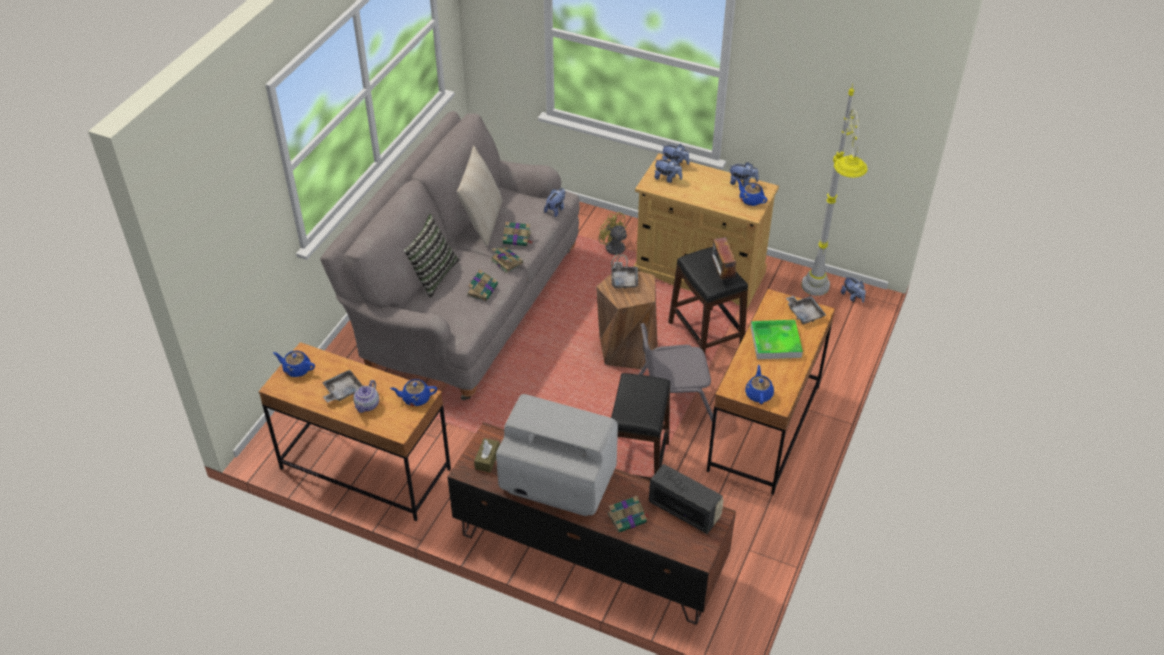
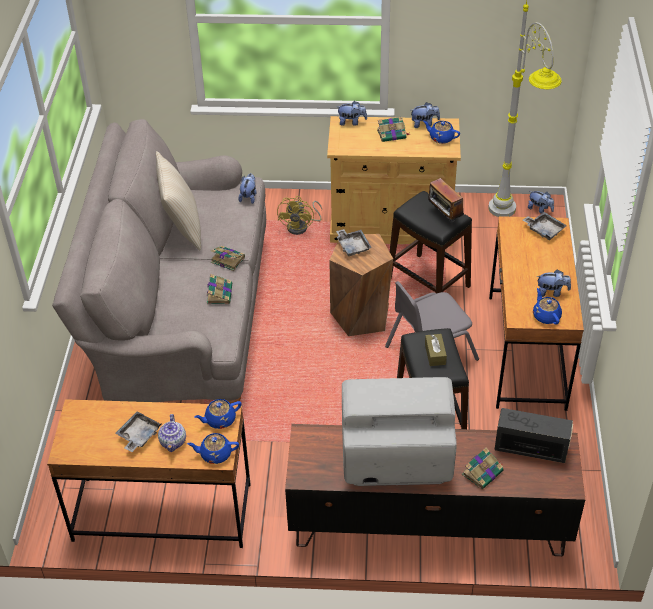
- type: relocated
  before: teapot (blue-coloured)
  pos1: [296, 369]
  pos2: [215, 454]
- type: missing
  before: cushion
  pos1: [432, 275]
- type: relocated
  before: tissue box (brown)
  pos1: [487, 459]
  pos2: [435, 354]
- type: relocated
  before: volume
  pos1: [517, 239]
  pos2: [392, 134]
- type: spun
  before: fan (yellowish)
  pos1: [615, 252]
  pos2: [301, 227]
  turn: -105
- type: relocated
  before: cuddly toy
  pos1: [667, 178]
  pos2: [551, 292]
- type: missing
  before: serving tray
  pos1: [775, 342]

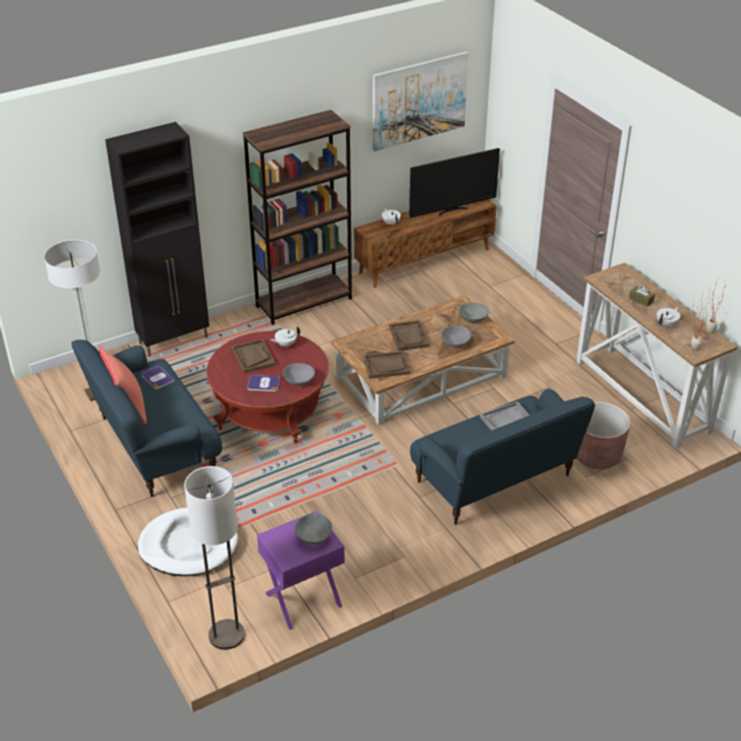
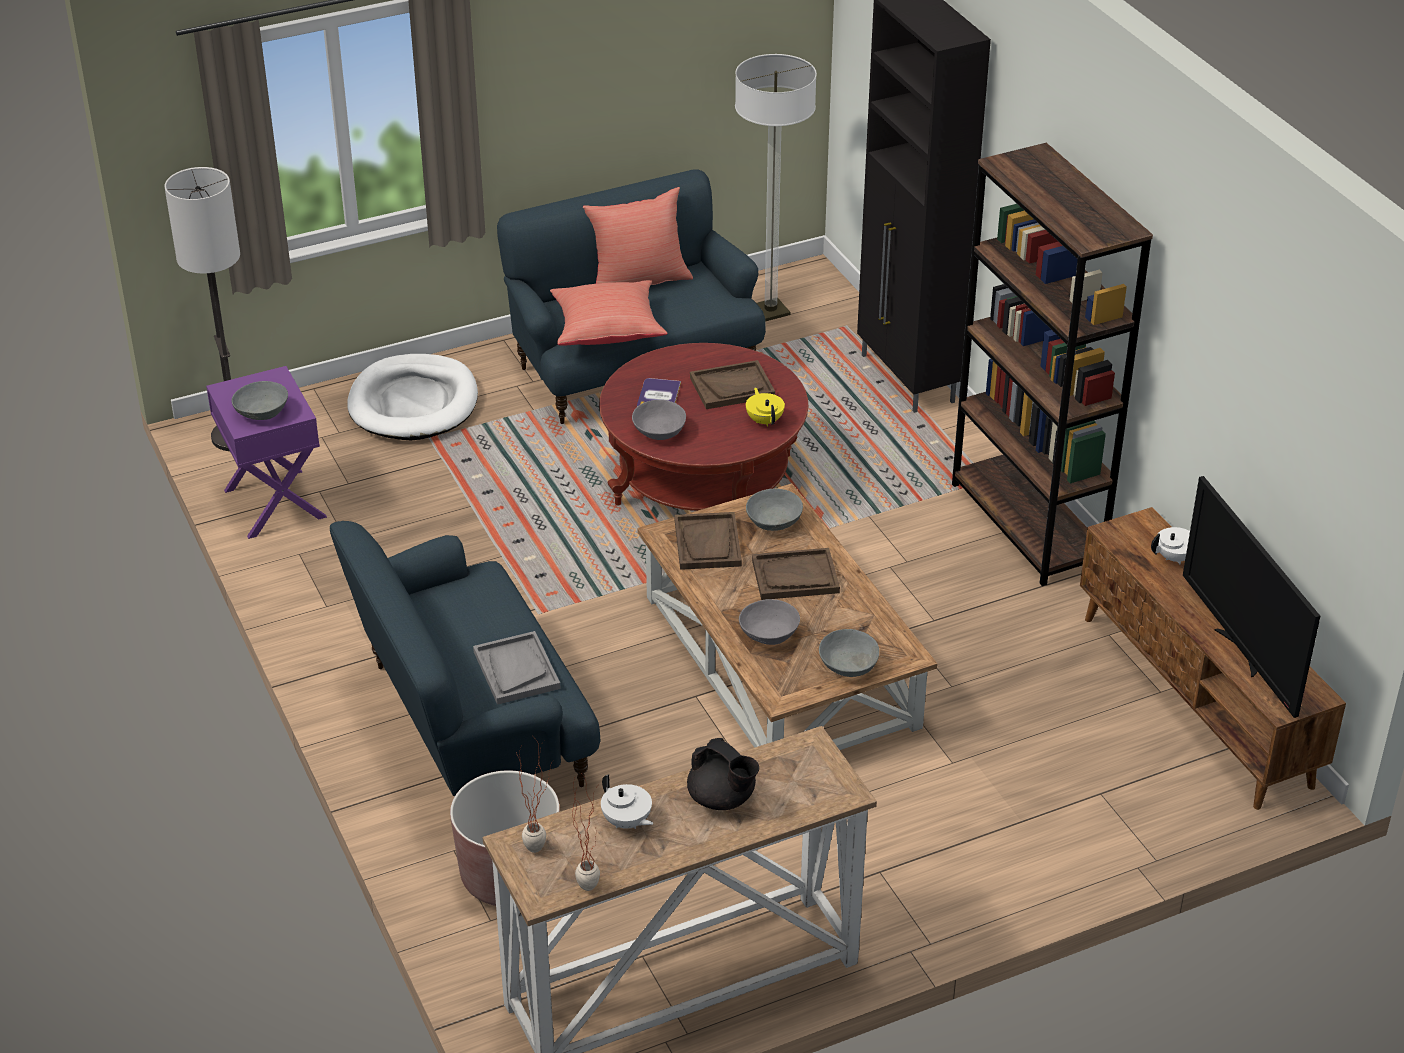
- type: missing
  before: volume
  pos1: [157, 378]
- type: colour
  before: teapot (white)
  after: teapot (yellowish)
  pos1: [285, 344]
  pos2: [764, 420]
- type: missing
  before: picture
  pos1: [419, 100]
- type: exchanged
  before: tissue box (brown)
  after: teapot (black-coloured)
  pos1: [641, 300]
  pos2: [722, 798]
- type: appeared
  after: cushion (reddish)
  pos2: [607, 330]
- type: appeared
  after: deep dish (greyish)
  pos2: [773, 522]

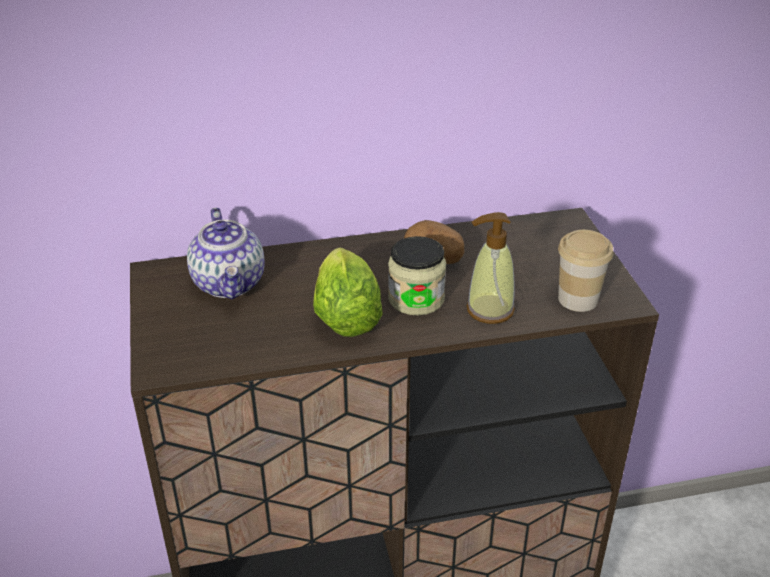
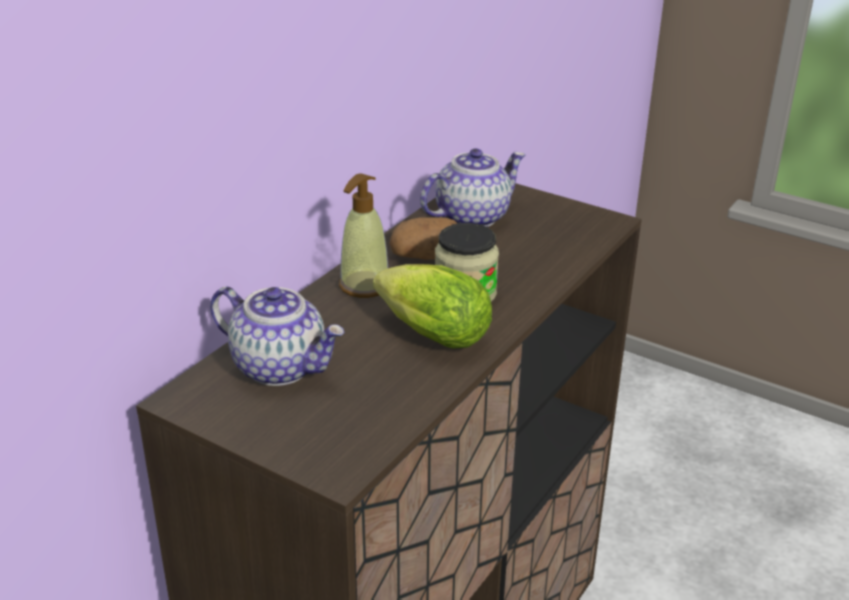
- type: relocated
  before: soap dispenser
  pos1: [489, 310]
  pos2: [364, 285]
- type: missing
  before: drinking cup
  pos1: [578, 299]
- type: appeared
  after: teapot
  pos2: [472, 216]

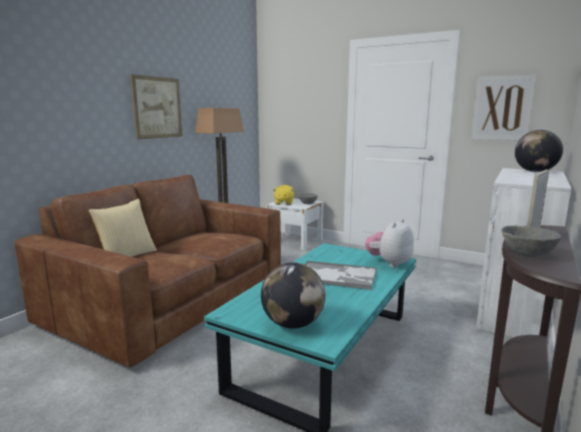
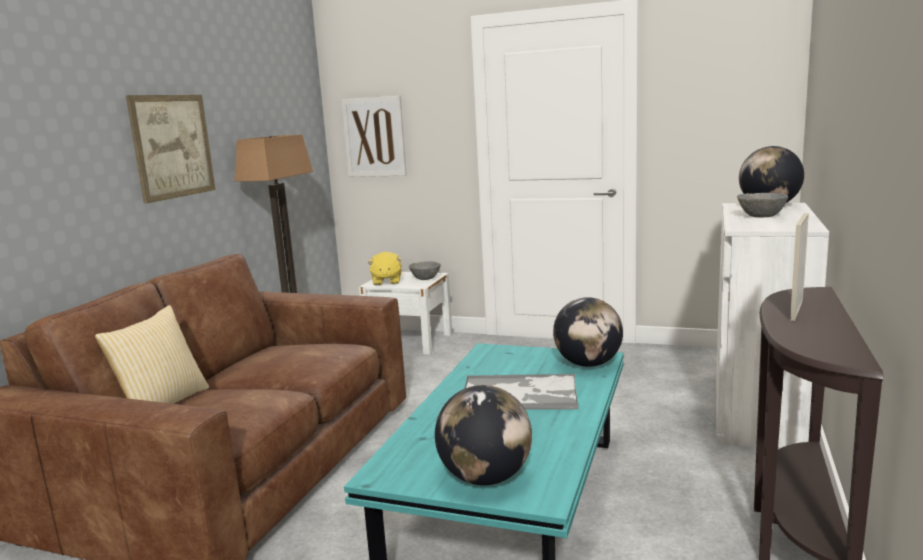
- type: exchanged
  before: cuddly toy
  after: world globe
  pos1: [389, 263]
  pos2: [588, 364]
- type: relocated
  before: picture
  pos1: [502, 108]
  pos2: [374, 137]
- type: relocated
  before: deep dish (greyish)
  pos1: [527, 254]
  pos2: [761, 216]

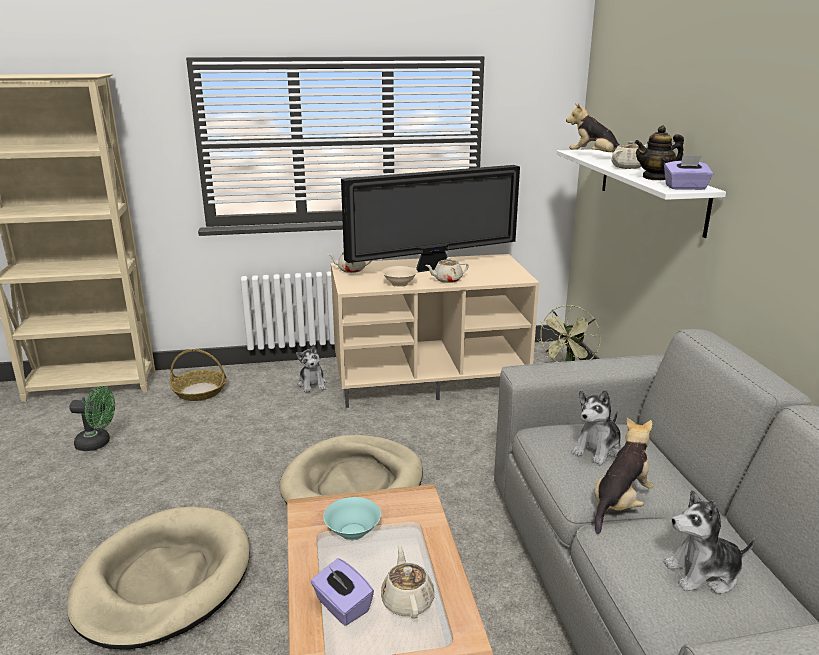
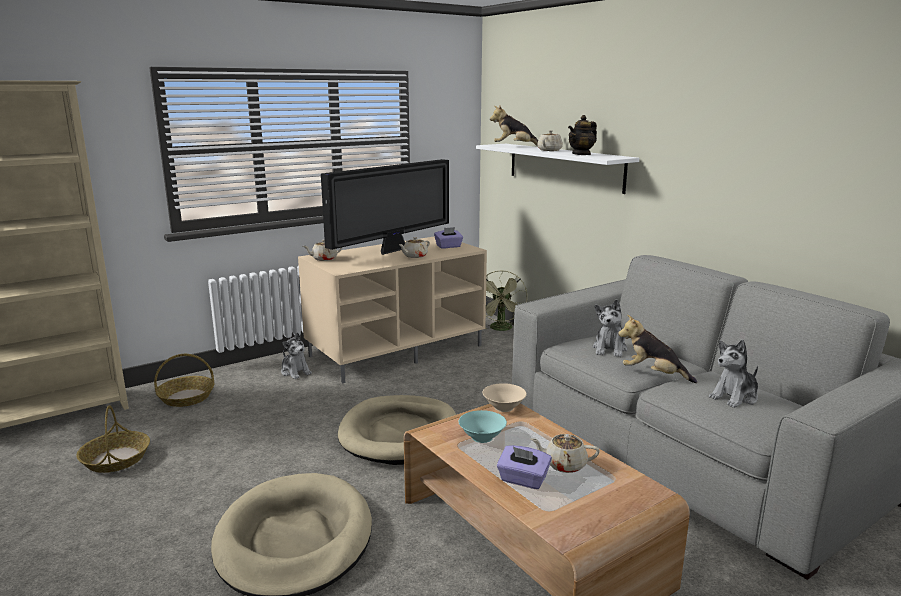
- type: exchanged
  before: fan (green-coloured)
  after: household basket
  pos1: [98, 443]
  pos2: [115, 459]
- type: spun
  before: teapot (beige)
  pos1: [407, 601]
  pos2: [564, 465]
  turn: -45
- type: relocated
  before: deep dish (beige)
  pos1: [399, 284]
  pos2: [504, 407]
- type: spun
  before: cuddly toy
  pos1: [619, 504]
  pos2: [653, 374]
  turn: -75
- type: relocated
  before: tissue box (purple)
  pos1: [685, 188]
  pos2: [448, 246]

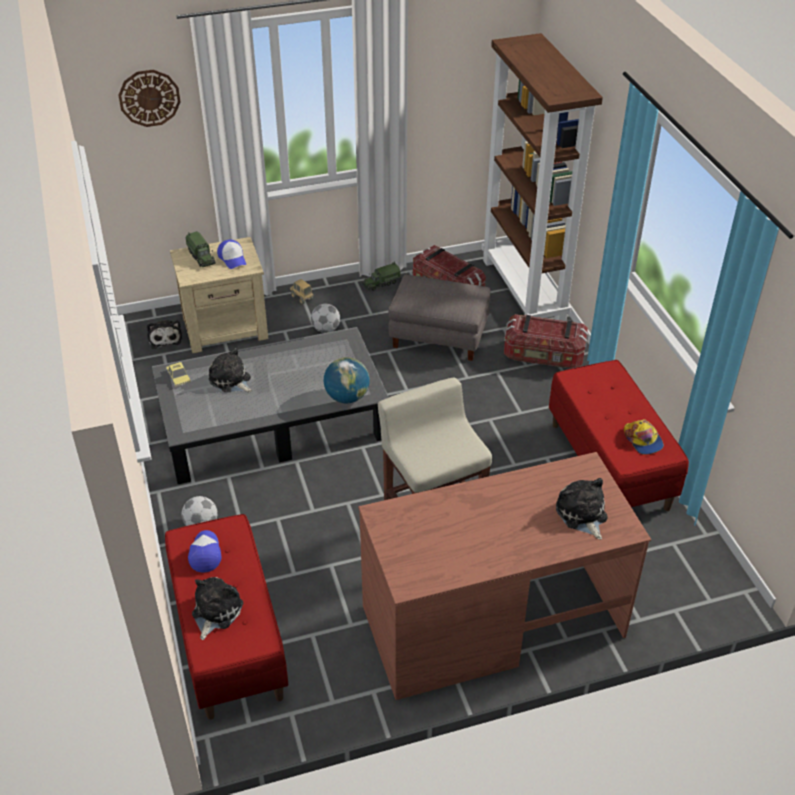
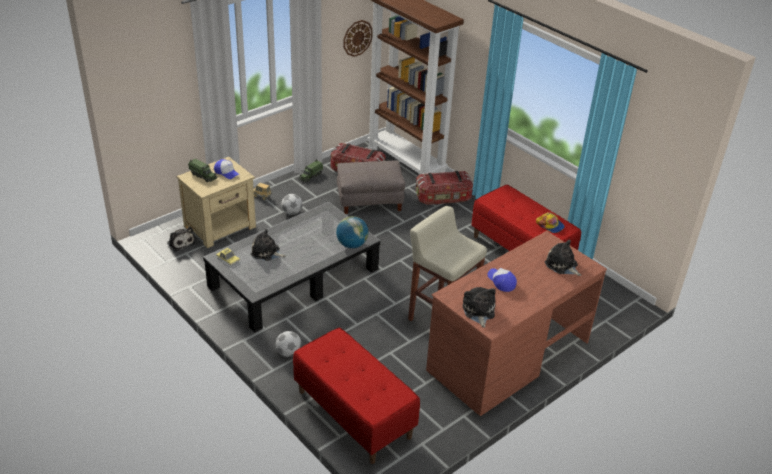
- type: relocated
  before: wall clock
  pos1: [149, 98]
  pos2: [357, 38]
- type: relocated
  before: cap
  pos1: [205, 553]
  pos2: [501, 281]
- type: relocated
  before: cuddly toy
  pos1: [215, 612]
  pos2: [478, 311]

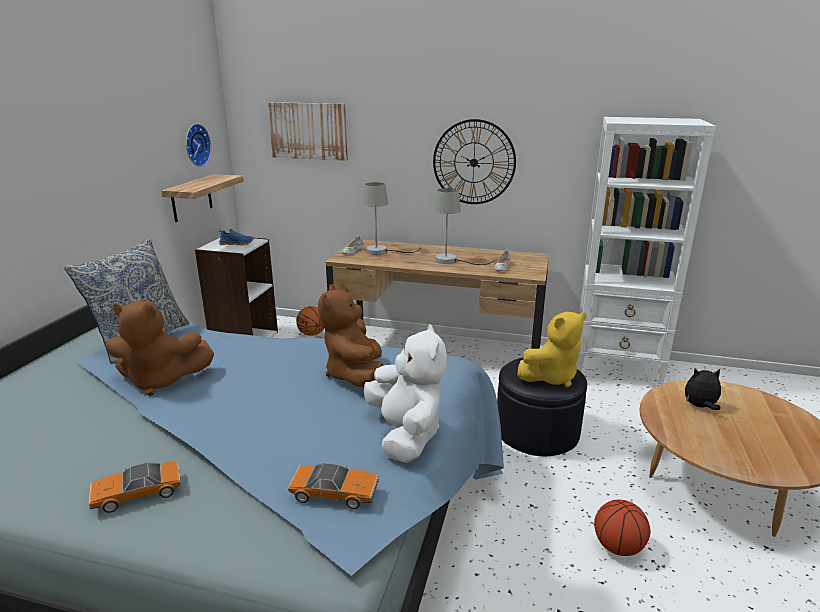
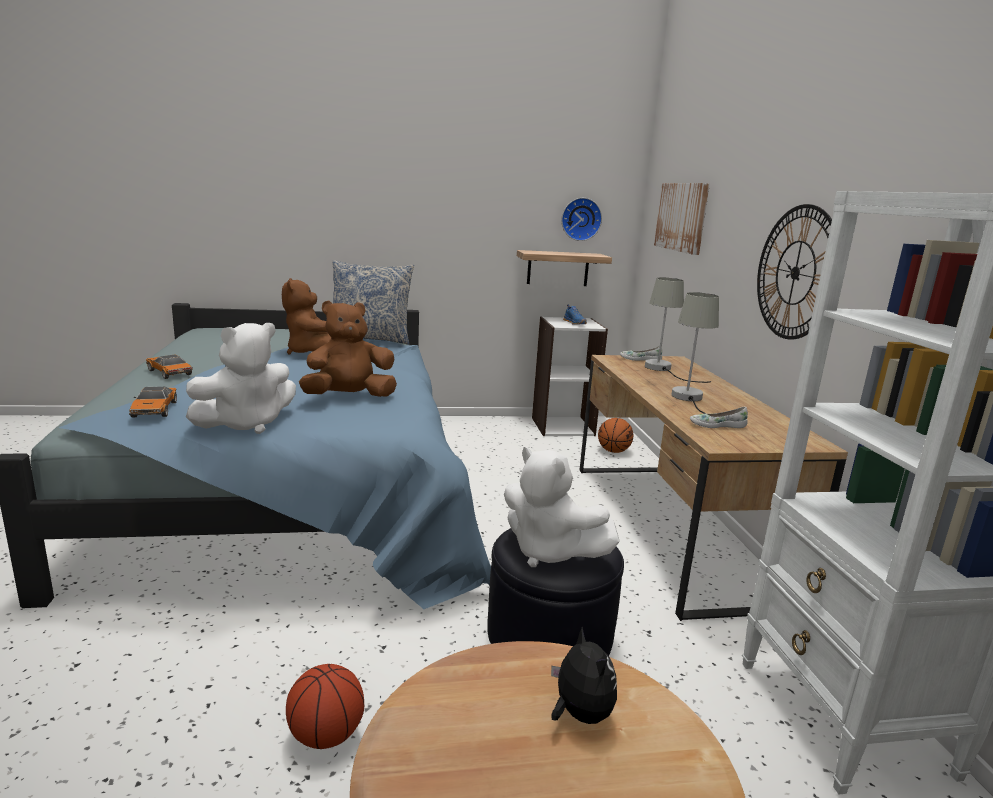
- type: colour
  before: cuddly toy (yellowish)
  after: cuddly toy (white)
  pos1: [551, 377]
  pos2: [549, 552]

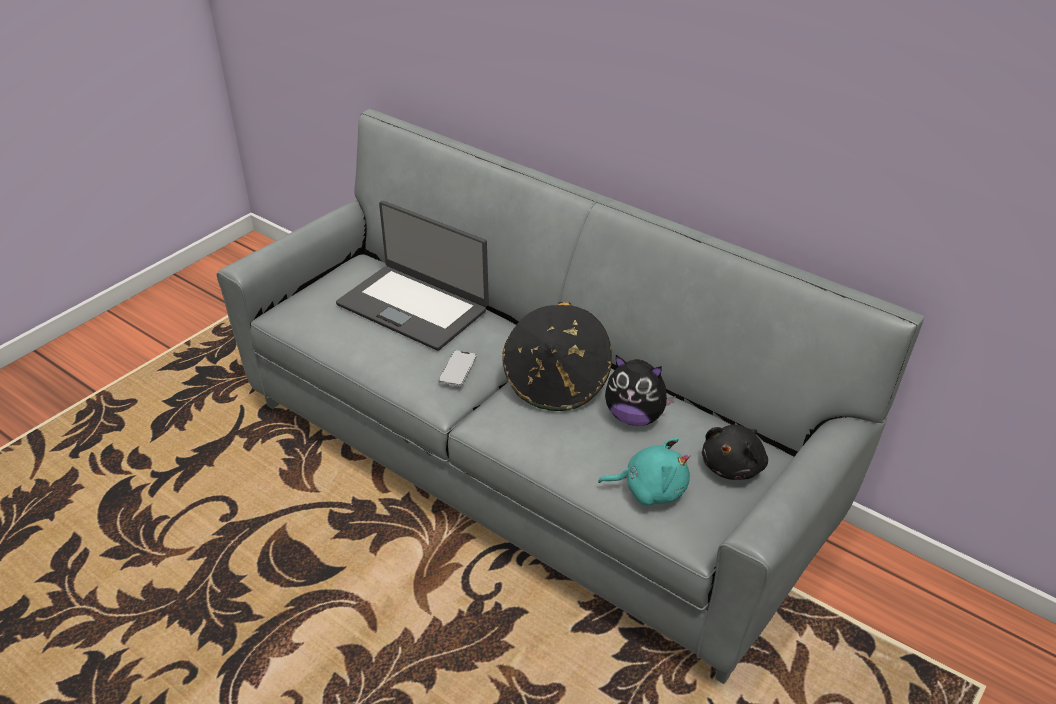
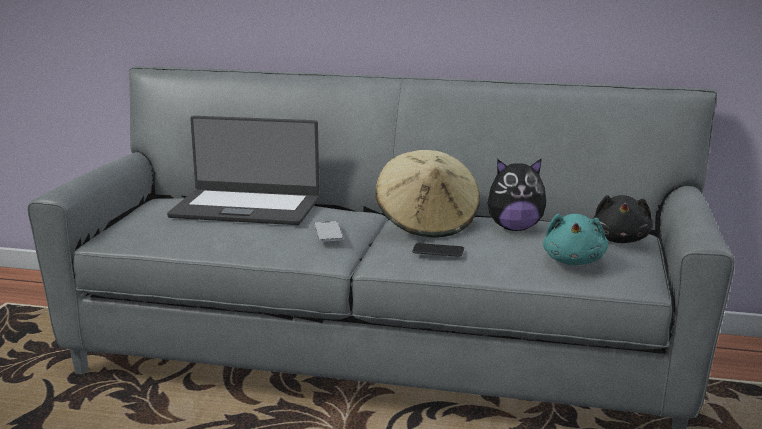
- type: colour
  before: wearable hat (black-coloured)
  after: wearable hat (beige)
  pos1: [557, 383]
  pos2: [427, 223]
- type: spun
  before: cuddly toy (blue-green)
  pos1: [650, 489]
  pos2: [574, 261]
  turn: 120
- type: appeared
  after: handset
  pos2: [438, 251]

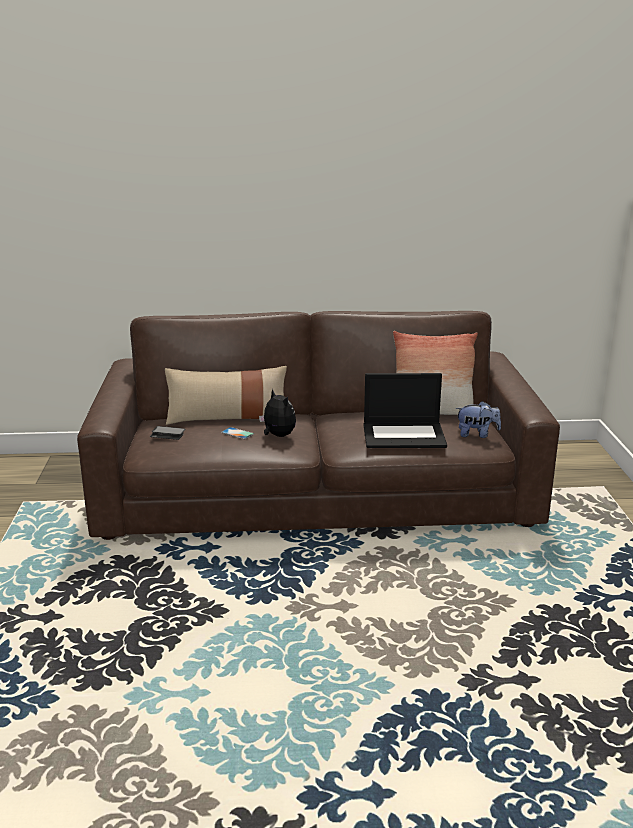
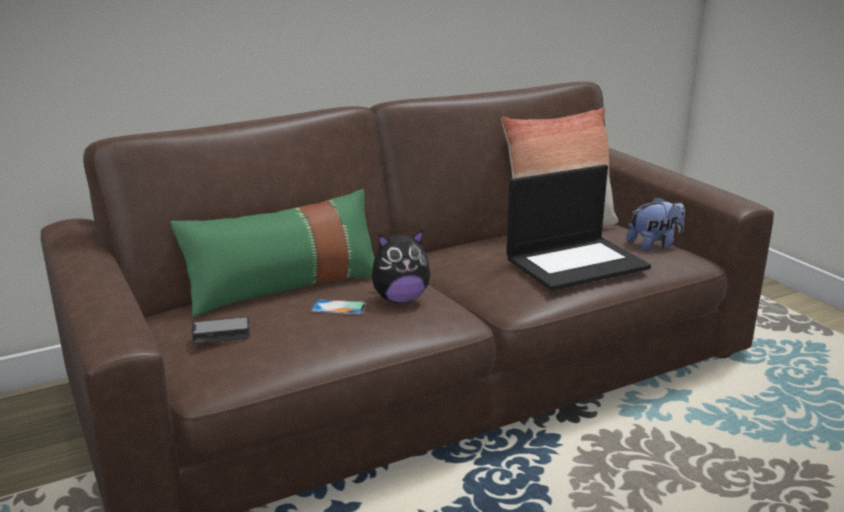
- type: colour
  before: cushion (beige)
  after: cushion (green-coloured)
  pos1: [227, 418]
  pos2: [285, 287]
- type: spun
  before: cuddly toy
  pos1: [277, 436]
  pos2: [400, 299]
  turn: 135

